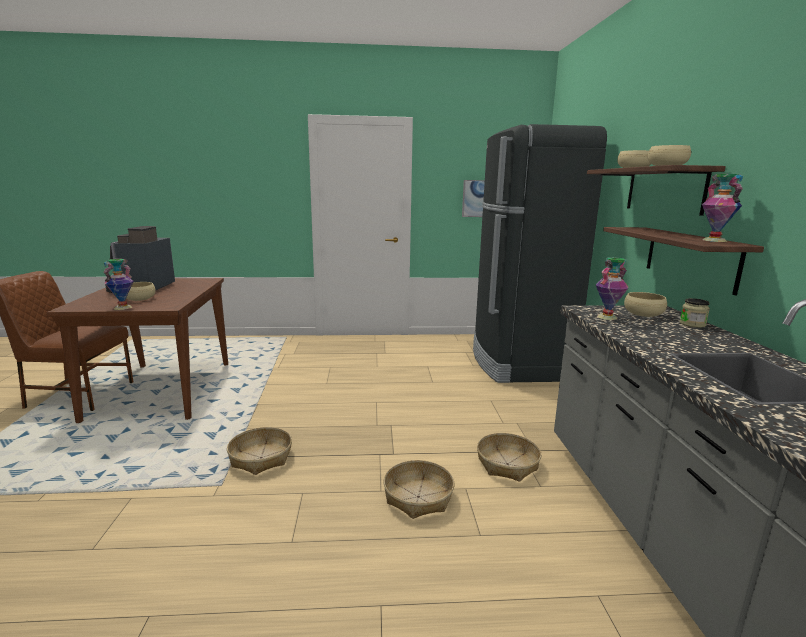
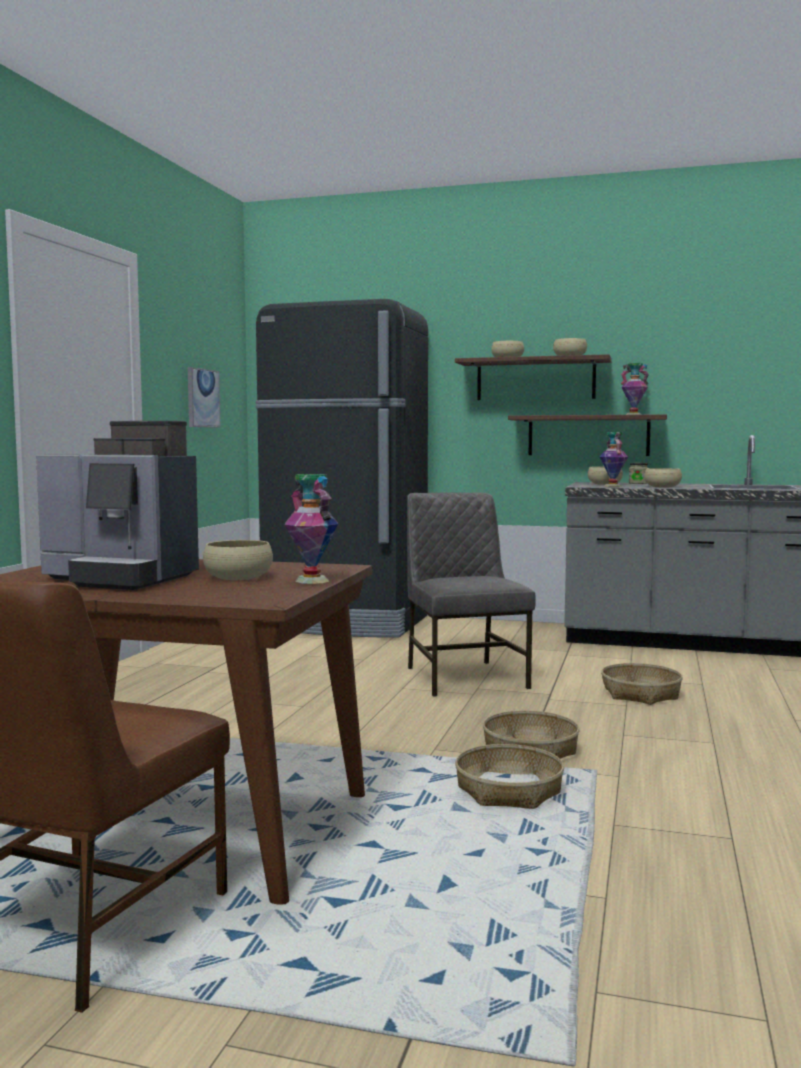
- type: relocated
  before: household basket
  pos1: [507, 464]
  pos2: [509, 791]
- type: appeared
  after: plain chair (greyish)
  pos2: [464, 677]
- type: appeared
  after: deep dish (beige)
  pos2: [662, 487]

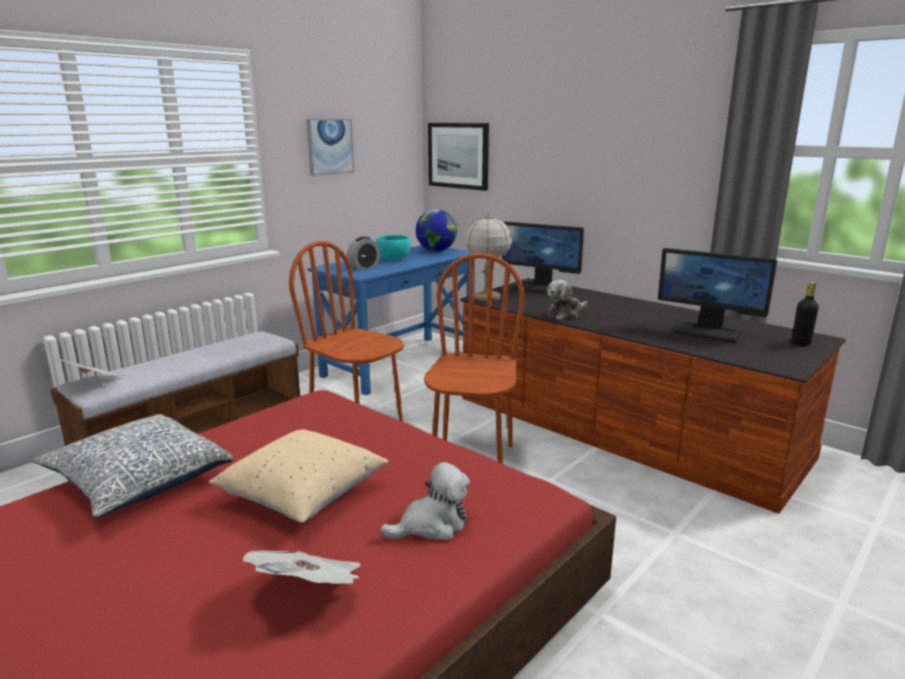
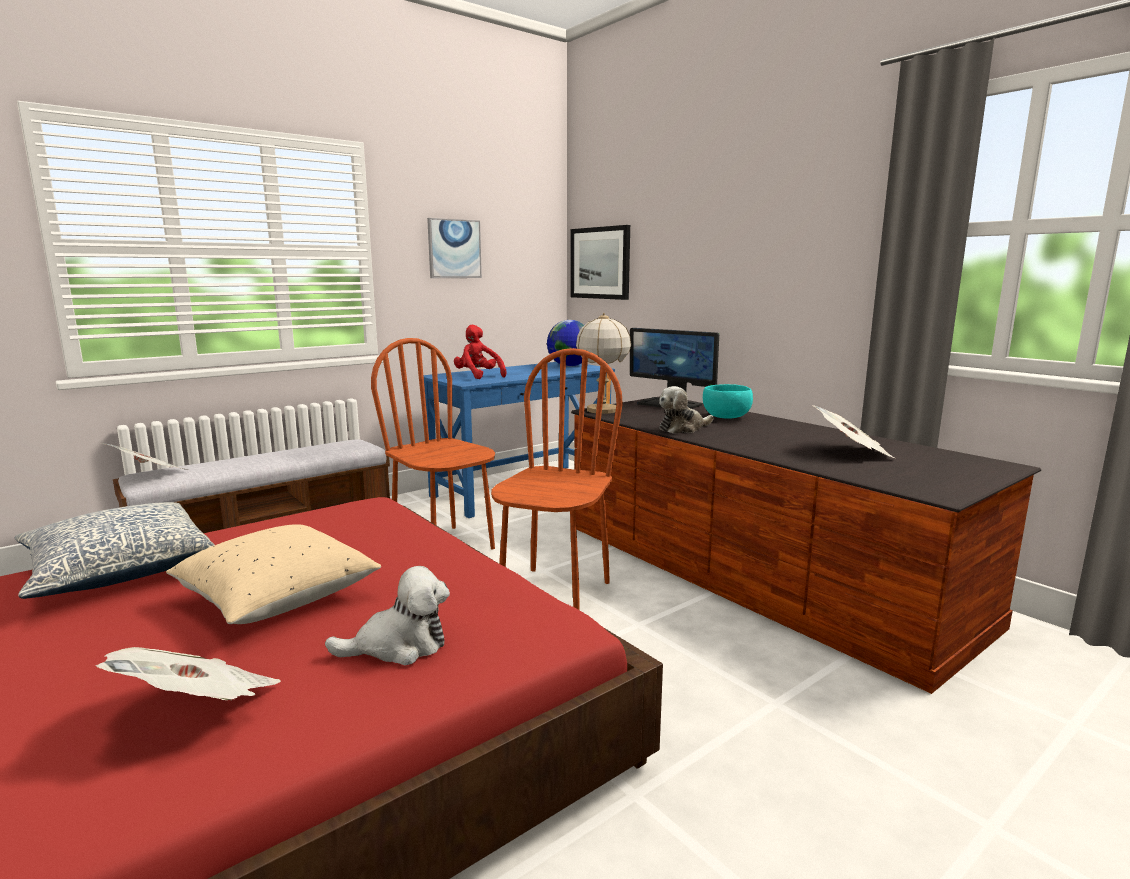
- type: exchanged
  before: bedside clock
  after: cuddly toy (reddish)
  pos1: [364, 267]
  pos2: [478, 376]
- type: relocated
  before: deep dish (blue-green)
  pos1: [393, 259]
  pos2: [726, 417]
- type: exchanged
  before: computer display
  after: printed paper
  pos1: [707, 332]
  pos2: [851, 452]
- type: missing
  before: beverage bottle (black-coloured)
  pos1: [801, 343]

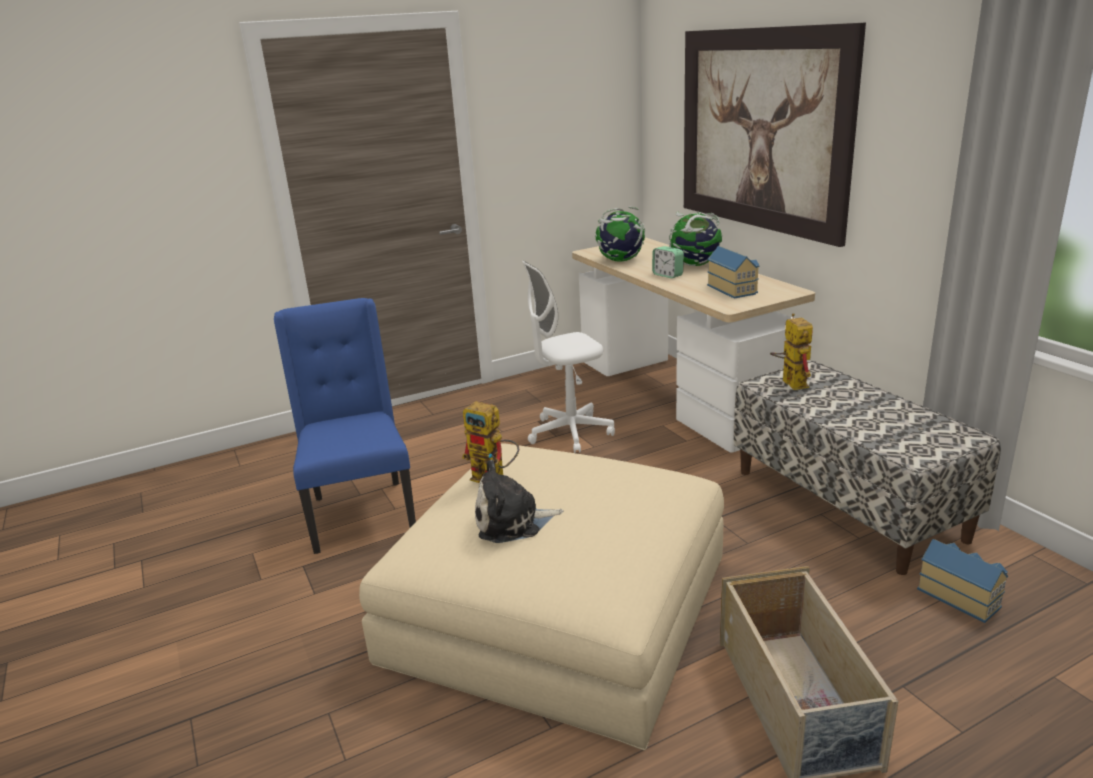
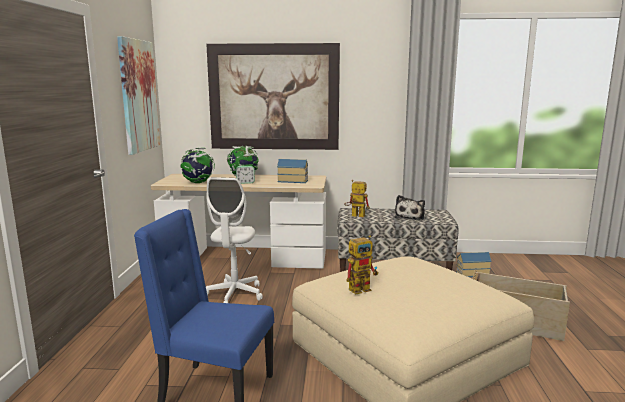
- type: relocated
  before: cuddly toy
  pos1: [512, 522]
  pos2: [410, 217]
- type: appeared
  after: picture
  pos2: [138, 96]

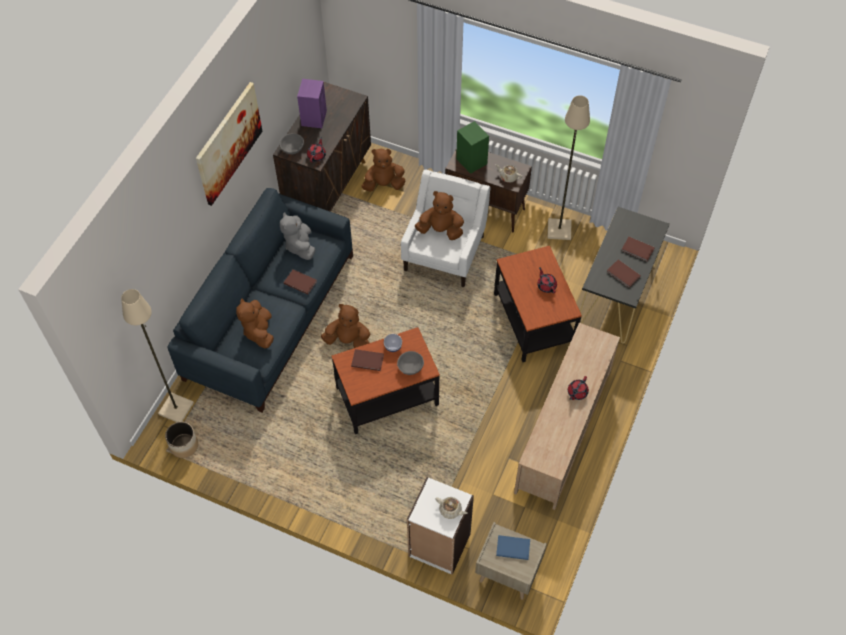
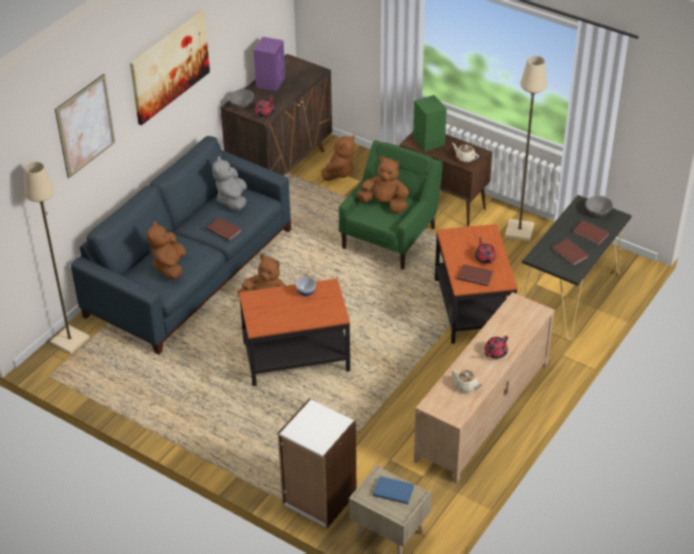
- type: missing
  before: flower pot
  pos1: [184, 445]
- type: relocated
  before: volume (brown)
  pos1: [367, 360]
  pos2: [474, 276]
- type: spun
  before: cuddly toy (brown)
  pos1: [384, 184]
  pos2: [339, 172]
  turn: 120
- type: relocated
  before: deep dish (greyish)
  pos1: [411, 367]
  pos2: [598, 212]
- type: colour
  before: lounge chair (white)
  after: lounge chair (green-coloured)
  pos1: [445, 252]
  pos2: [390, 237]
- type: relocated
  before: teapot (beige)
  pos1: [450, 510]
  pos2: [466, 386]
- type: appeared
  after: picture
  pos2: [85, 126]

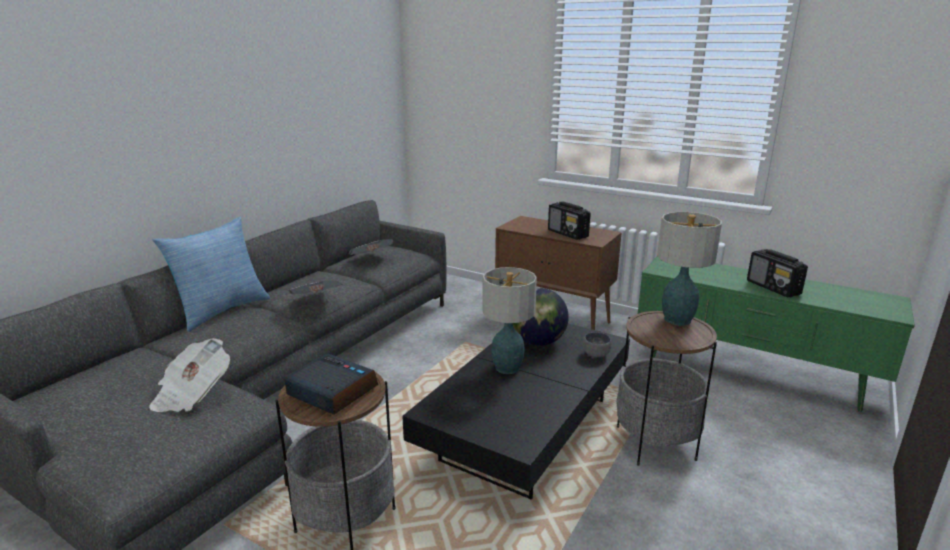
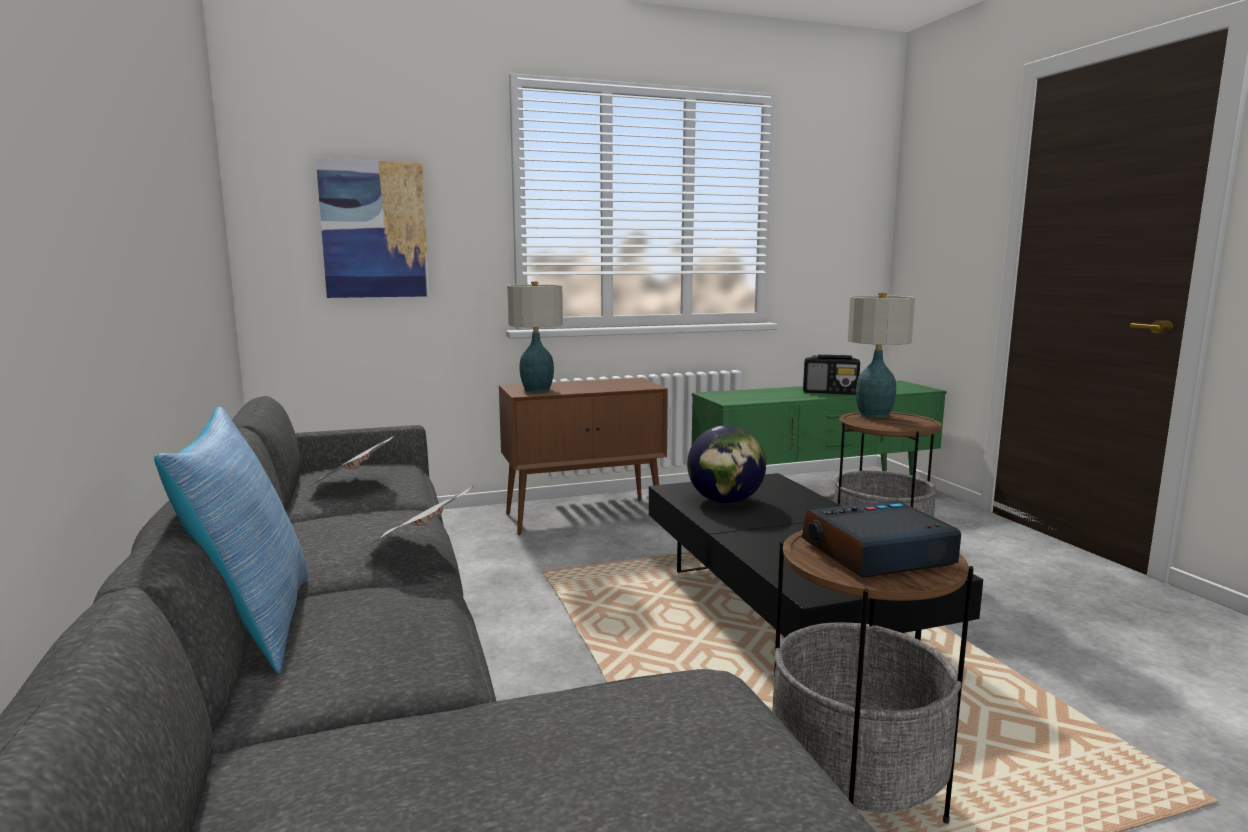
- type: missing
  before: printed paper
  pos1: [192, 394]
- type: relocated
  before: table lamp
  pos1: [506, 368]
  pos2: [536, 390]
- type: missing
  before: radio
  pos1: [568, 234]
- type: missing
  before: deep dish (greyish)
  pos1: [596, 355]
- type: appeared
  after: picture
  pos2: [374, 230]

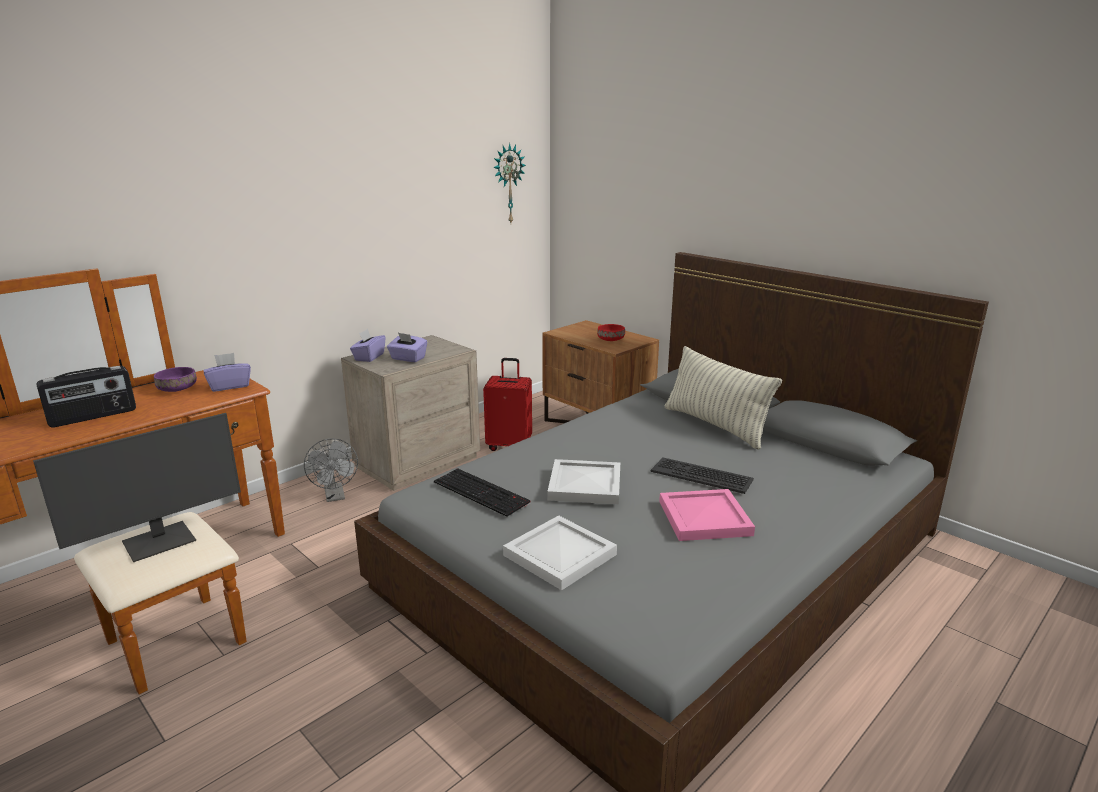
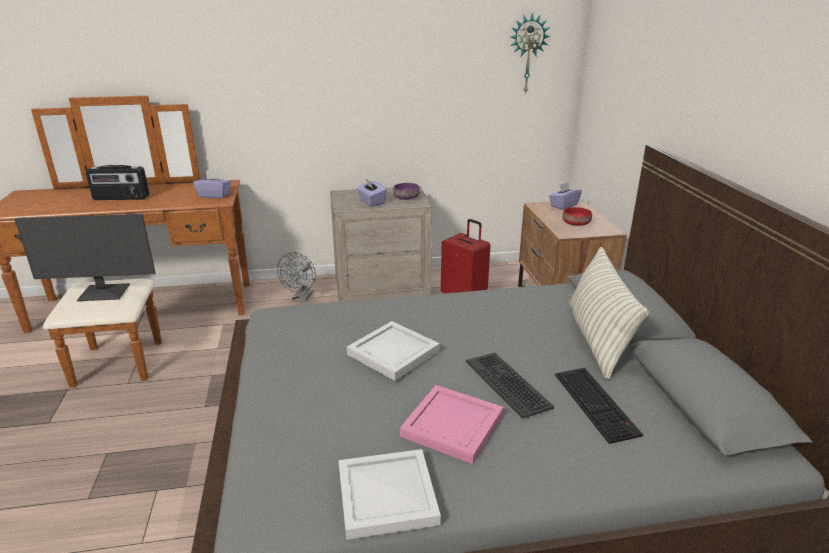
- type: relocated
  before: deep dish (purple)
  pos1: [176, 389]
  pos2: [405, 198]
- type: relocated
  before: tissue box (purple)
  pos1: [369, 357]
  pos2: [563, 206]
- type: relocated
  before: keyboard
  pos1: [482, 492]
  pos2: [597, 404]
- type: relocated
  before: serving tray (white)
  pos1: [561, 555]
  pos2: [388, 496]

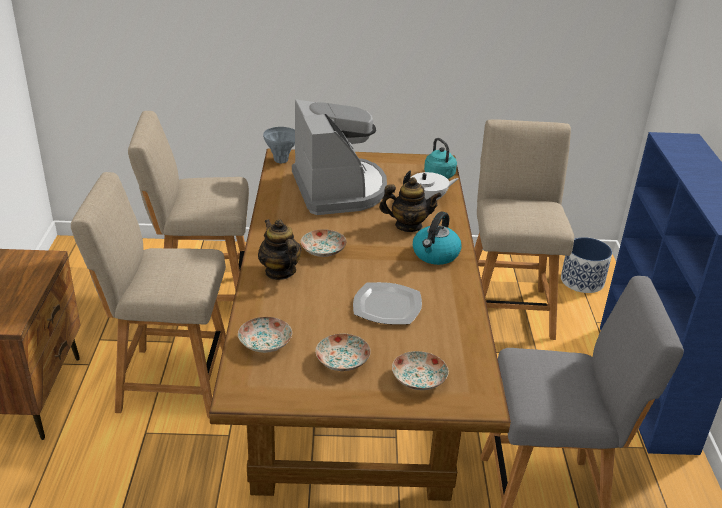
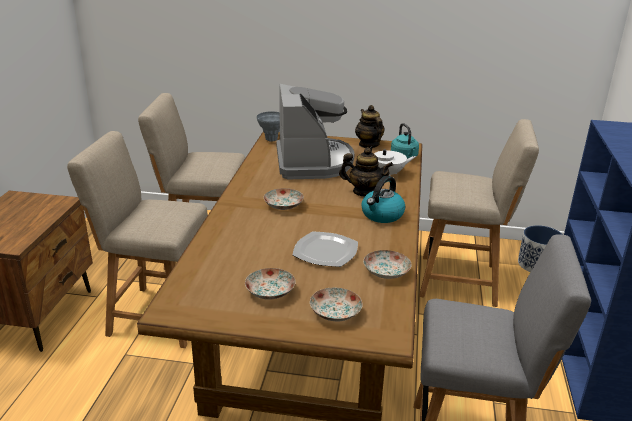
- type: relocated
  before: flat dish
  pos1: [265, 343]
  pos2: [386, 272]
- type: relocated
  before: teapot
  pos1: [279, 272]
  pos2: [368, 145]
- type: spun
  before: plain chair (beige)
  pos1: [506, 308]
  pos2: [463, 281]
  turn: 90

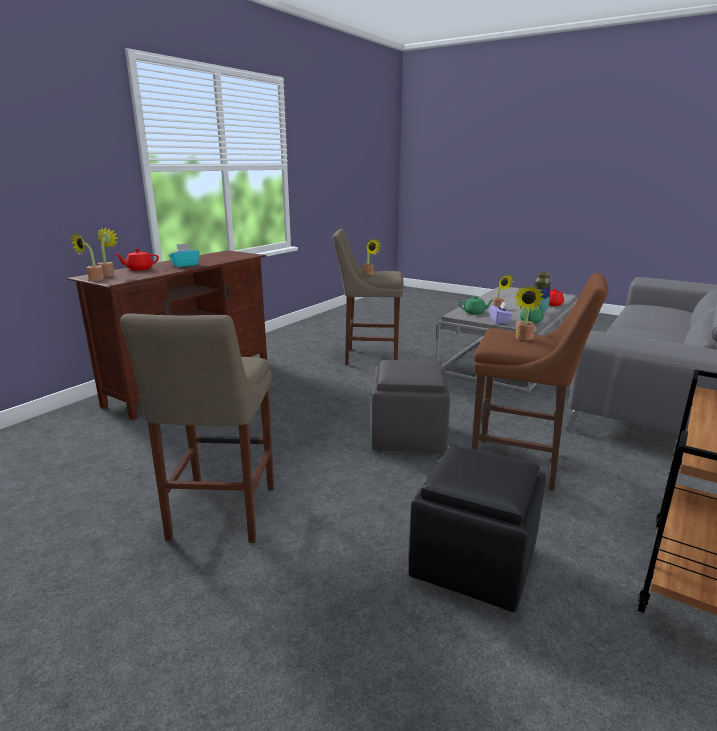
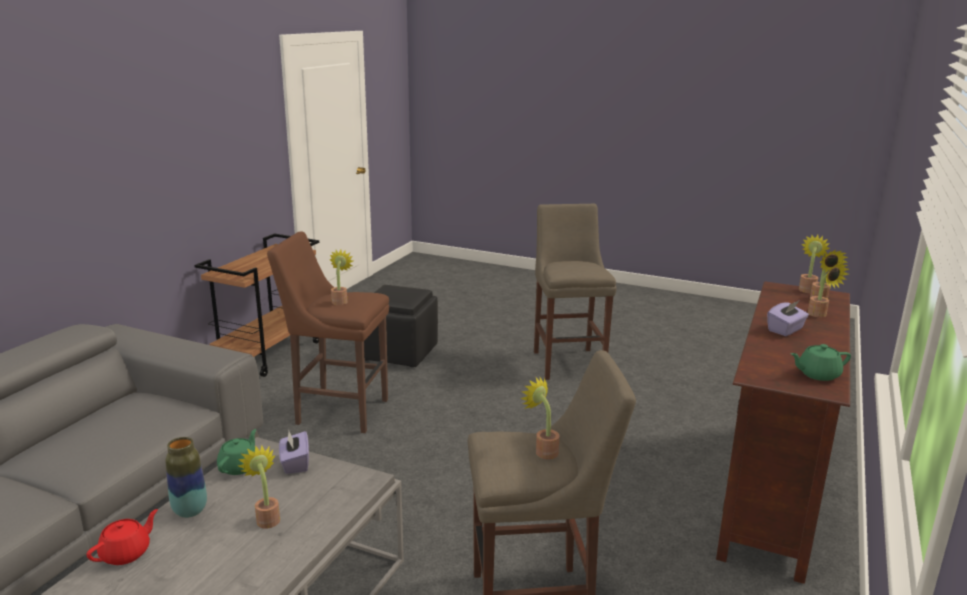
- type: exchanged
  before: teapot (reddish)
  after: potted plant
  pos1: [139, 269]
  pos2: [820, 315]
- type: colour
  before: tissue box (blue-green)
  after: tissue box (purple)
  pos1: [185, 265]
  pos2: [785, 330]
- type: missing
  before: footrest (greyish)
  pos1: [407, 437]
- type: relocated
  before: teapot (green-coloured)
  pos1: [475, 313]
  pos2: [817, 374]

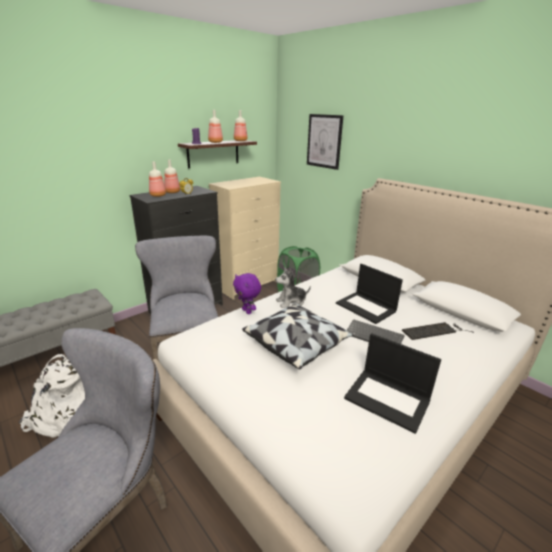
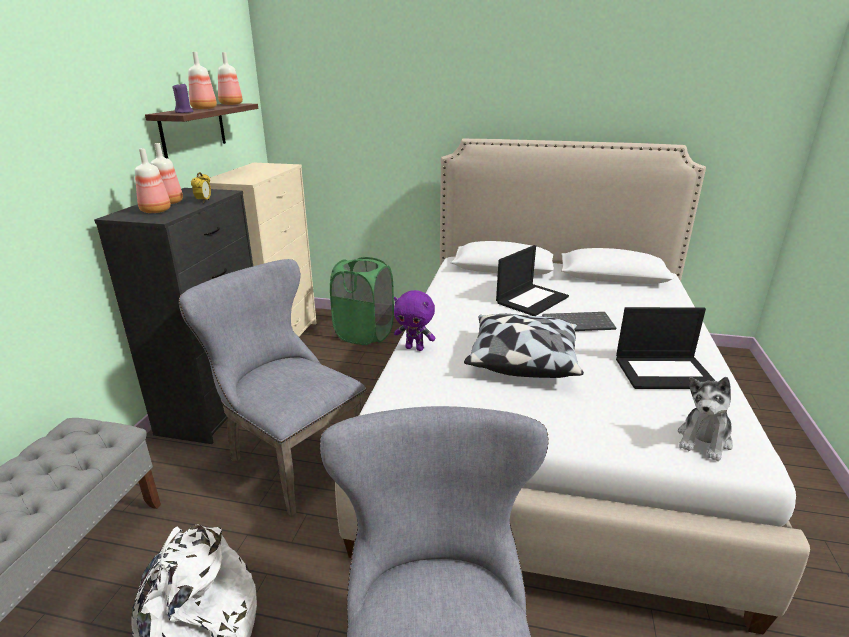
- type: relocated
  before: cuddly toy
  pos1: [291, 302]
  pos2: [704, 440]
- type: missing
  before: picture
  pos1: [324, 141]
- type: spun
  before: portable computer
  pos1: [366, 307]
  pos2: [532, 299]
  turn: -60
- type: missing
  before: keyboard
  pos1: [435, 331]

